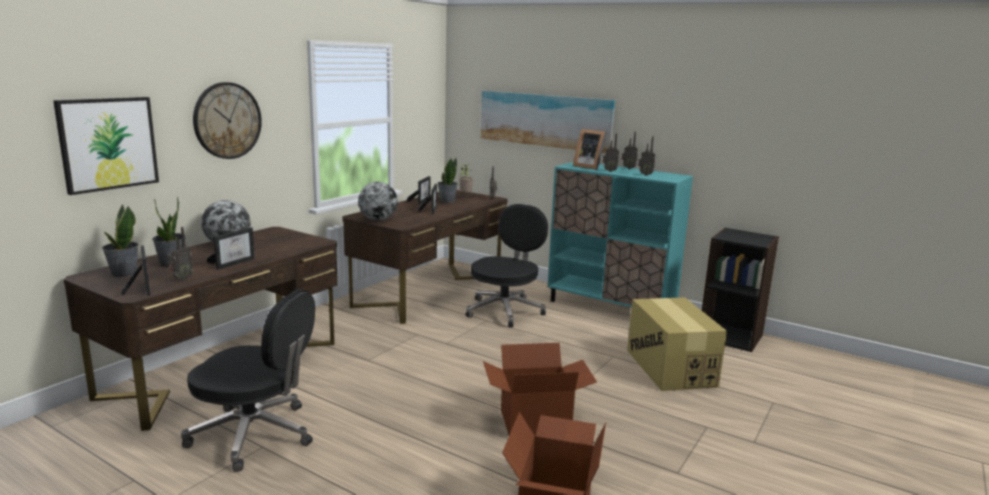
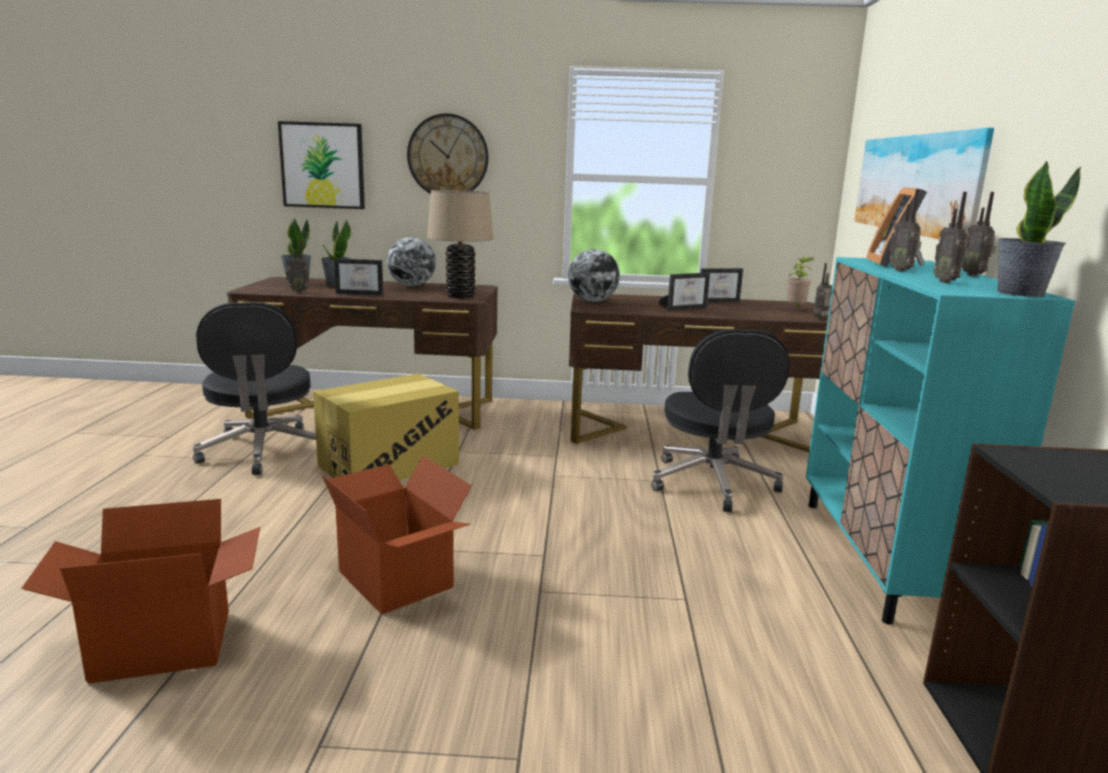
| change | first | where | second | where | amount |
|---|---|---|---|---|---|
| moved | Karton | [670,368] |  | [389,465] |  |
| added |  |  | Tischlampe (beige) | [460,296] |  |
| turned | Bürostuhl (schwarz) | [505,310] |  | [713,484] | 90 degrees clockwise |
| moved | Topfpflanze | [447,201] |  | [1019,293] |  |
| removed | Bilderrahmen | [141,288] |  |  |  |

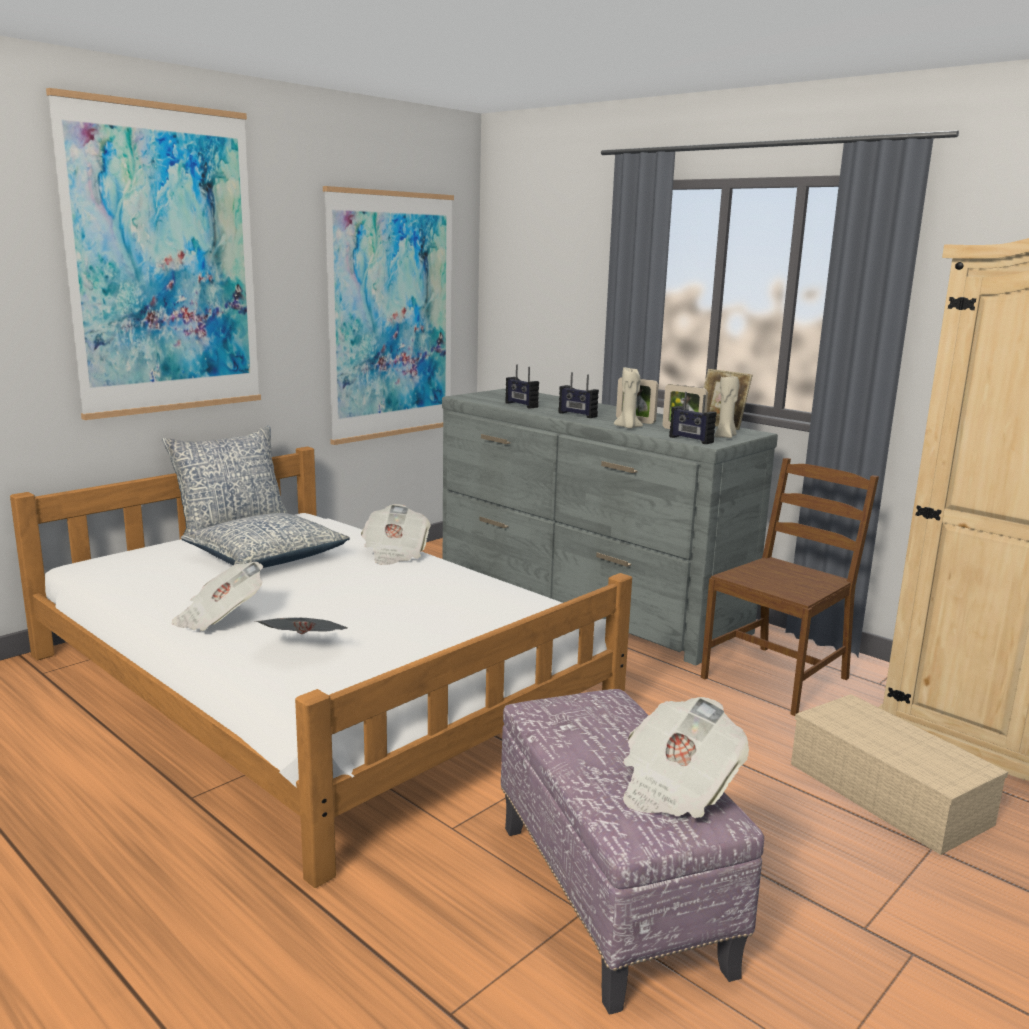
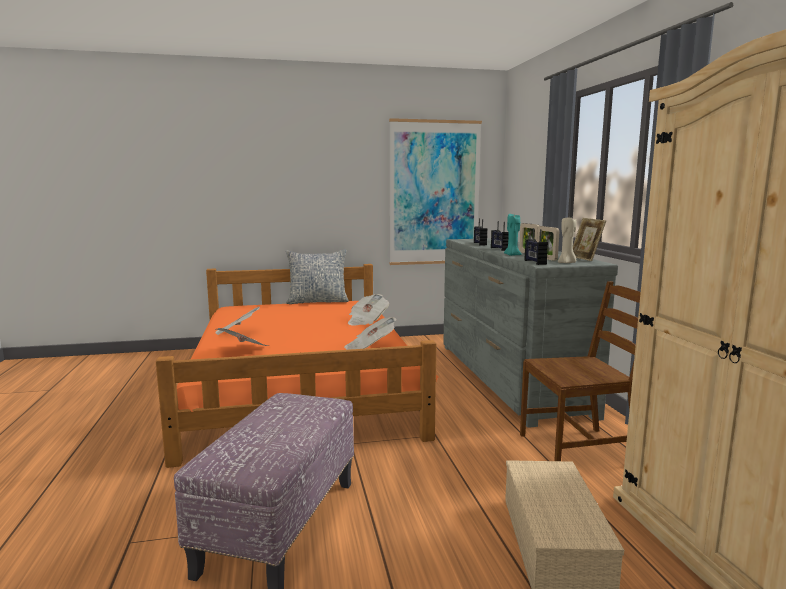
| change | first | where | second | where | amount |
|---|---|---|---|---|---|
| recoloured | Bett (weiß) | [316,685] | Bett (orange) | [300,385] |  |
| moved | Zeitung | [676,787] |  | [370,348] |  |
| recoloured | Kerze (beige) | [628,427] | Kerze (türkis) | [512,255] |  |
| removed | Bild | [164,262] |  |  |  |
| removed | Kissen | [267,558] |  |  |  |

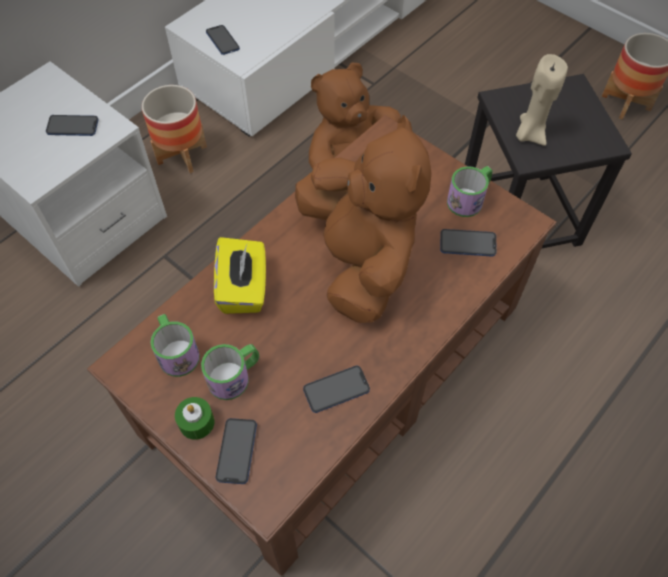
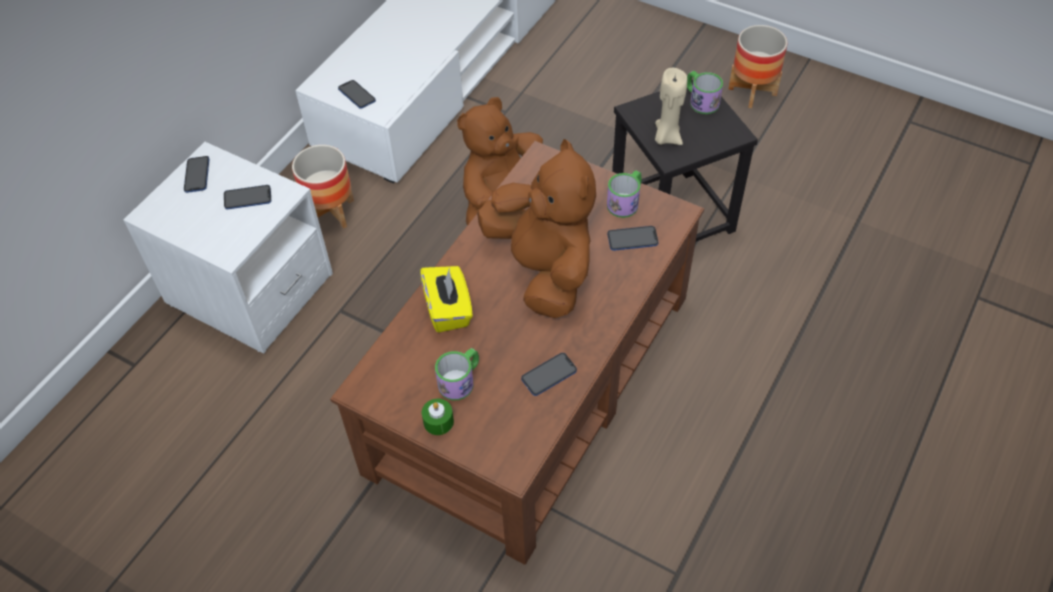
| change | first | where | second | where | amount |
|---|---|---|---|---|---|
| moved | Handy | [236,451] |  | [197,175] |  |
| moved | Henkelbecher | [176,351] |  | [700,100] |  |

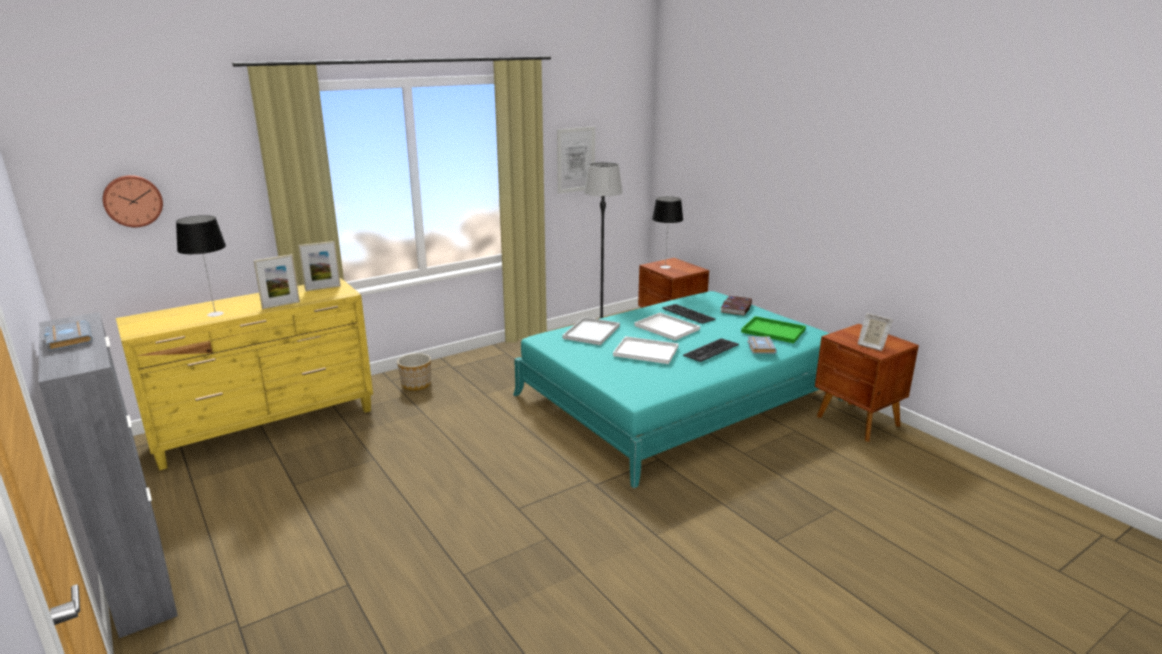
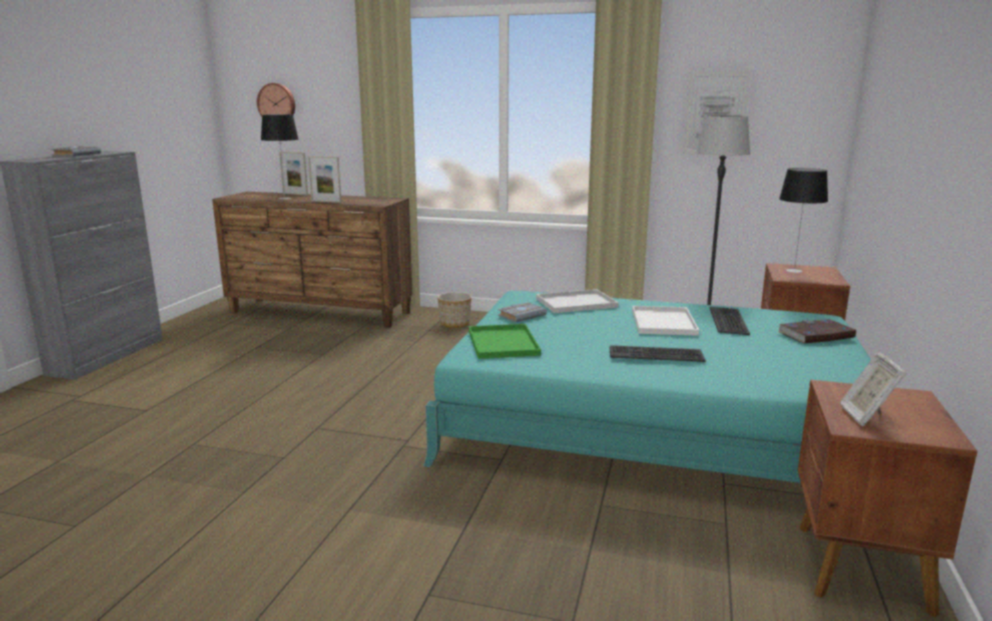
| change | first | where | second | where | amount |
|---|---|---|---|---|---|
| recoloured | Kommode (gelb) | [267,427] | Kommode (braun) | [320,313] |  |
| moved | Bilderrahmen | [323,288] |  | [295,194] |  |
| moved | Tablett (grün) | [774,331] |  | [504,343] |  |
| moved | Buch (grau) | [760,347] |  | [521,315] |  |
| removed | Tablett (weiß) | [644,351] |  |  |  |

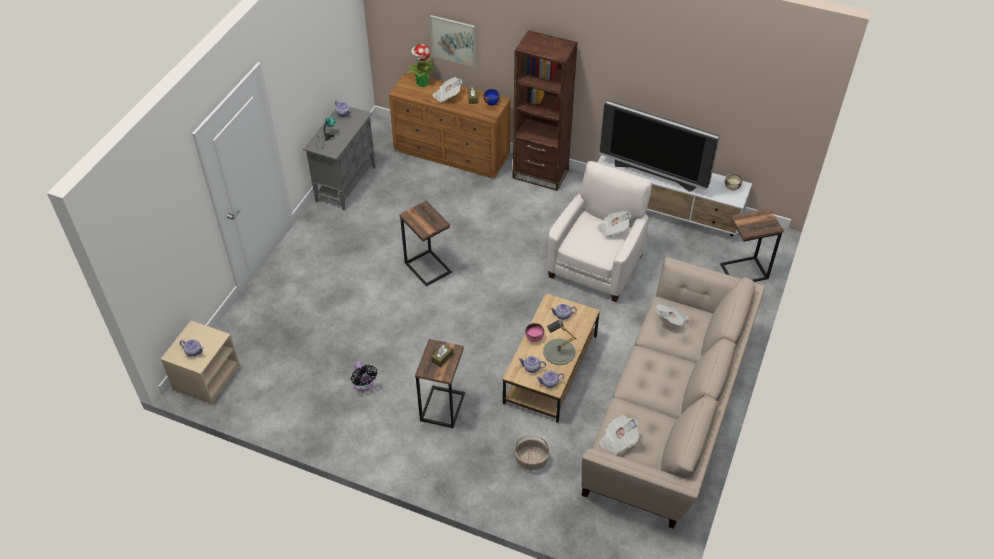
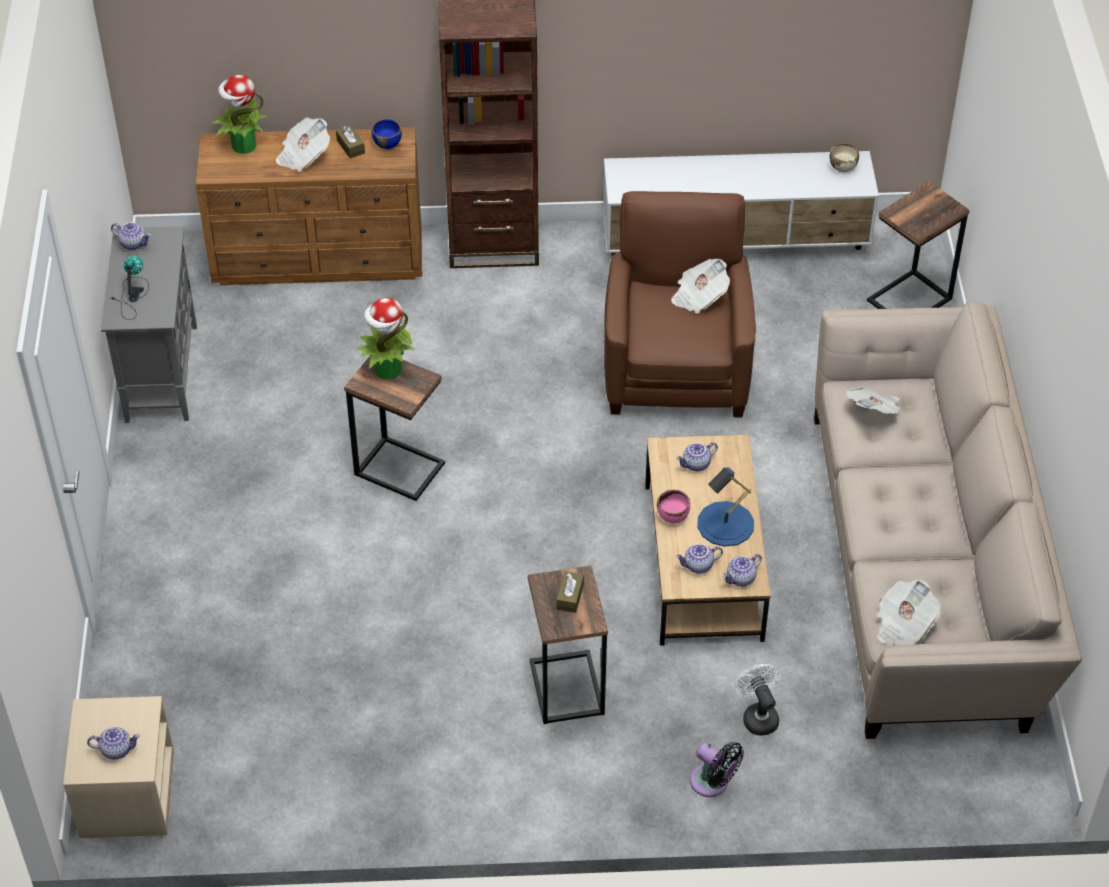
| change | first | where | second | where | amount |
|---|---|---|---|---|---|
| added |  |  | Topfpflanze | [387,370] |  |
| recoloured | Sessel (weiß) | [596,265] | Sessel (braun) | [676,368] |  |
| moved | Ventilator (schwarz) | [364,384] |  | [712,783] |  |
| recoloured | Tischlampe (grau) | [559,352] | Tischlampe (blau) | [725,524] |  |
| replaced | Korb | [531,460] | Ventilator (weiß) | [758,716] |  |
| removed | Bild | [453,40] |  |  |  |
| removed | Fernseher | [655,174] |  |  |  |

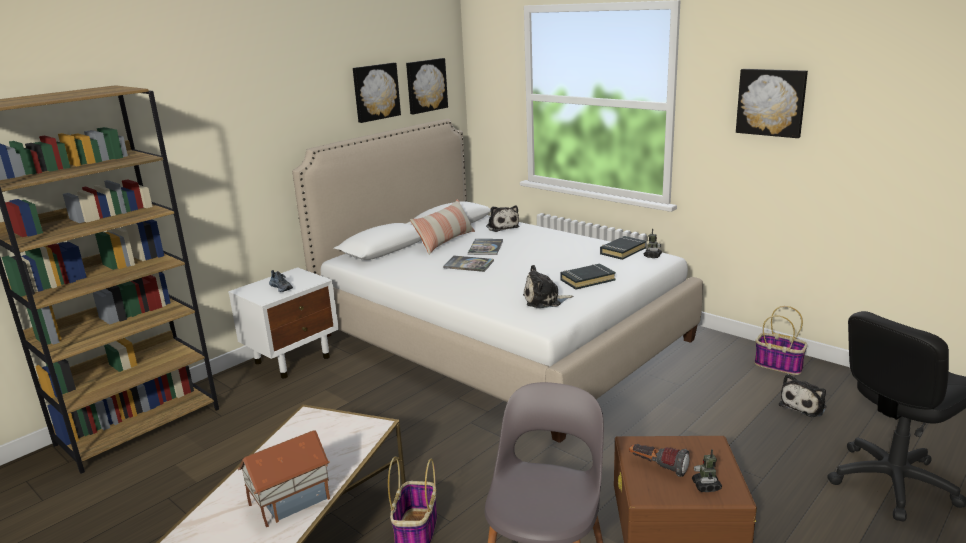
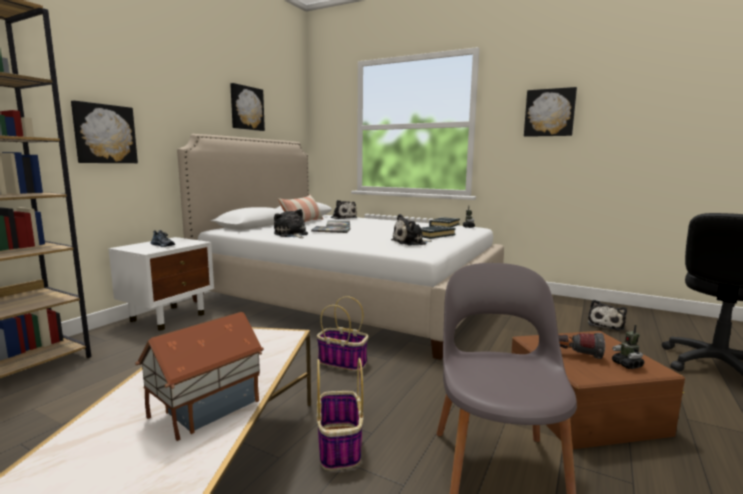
| change | first | where | second | where | amount |
|---|---|---|---|---|---|
| moved | Bild | [425,85] |  | [104,134] |  |
| added |  |  | Plüschtier | [291,235] |  |
| moved | Korb | [779,365] |  | [343,362] |  |

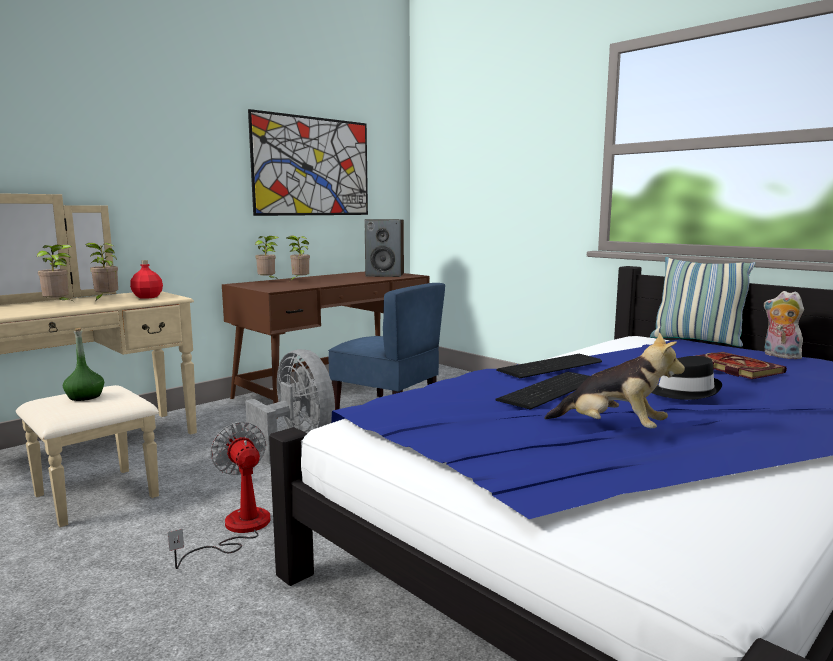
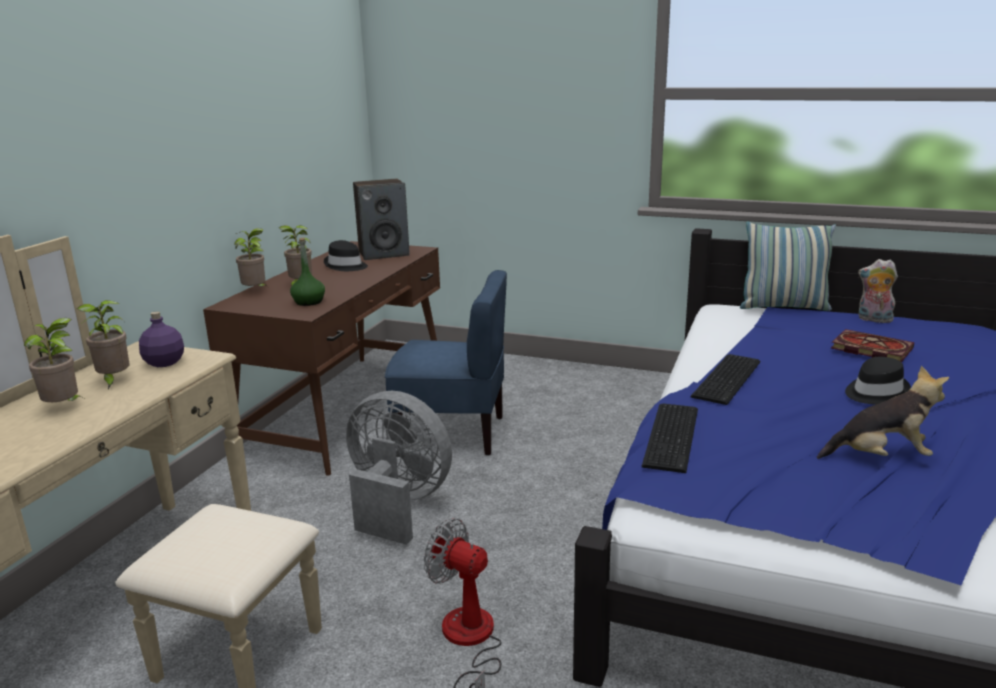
| change | first | where | second | where | amount |
|---|---|---|---|---|---|
| recoloured | Flasche (rot) | [147,297] | Flasche (lila) | [163,363] |  |
| moved | Flasche (grün) | [85,397] |  | [309,302] |  |
| added |  |  | Hut (schwarz) | [346,266] |  |
| moved | Tastatur | [552,390] |  | [674,436] |  |
| removed | Bild | [312,166] |  |  |  |

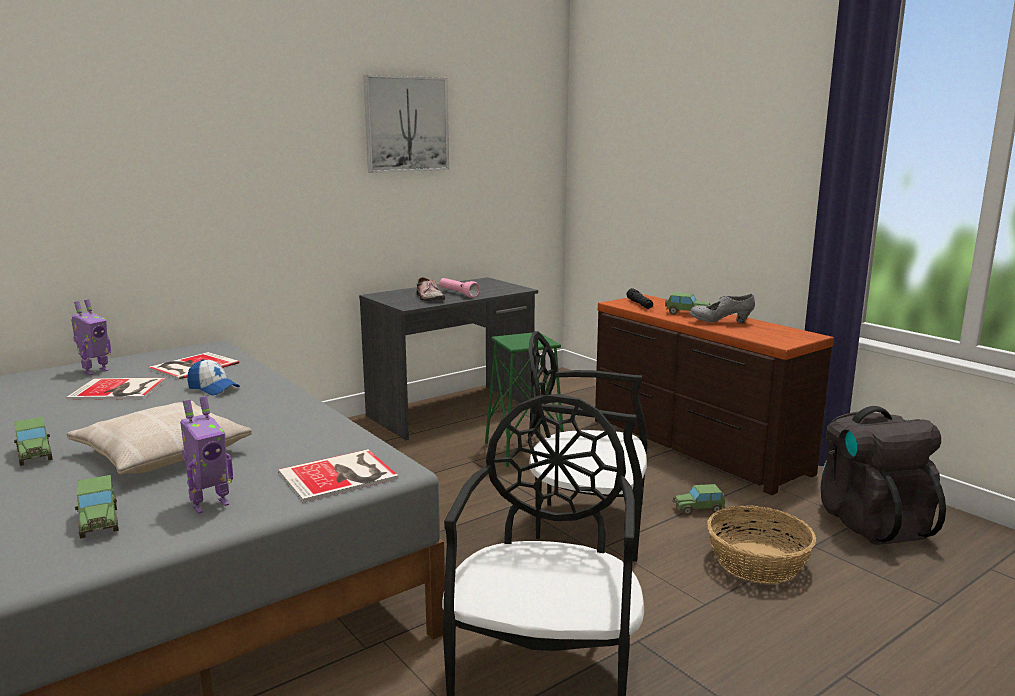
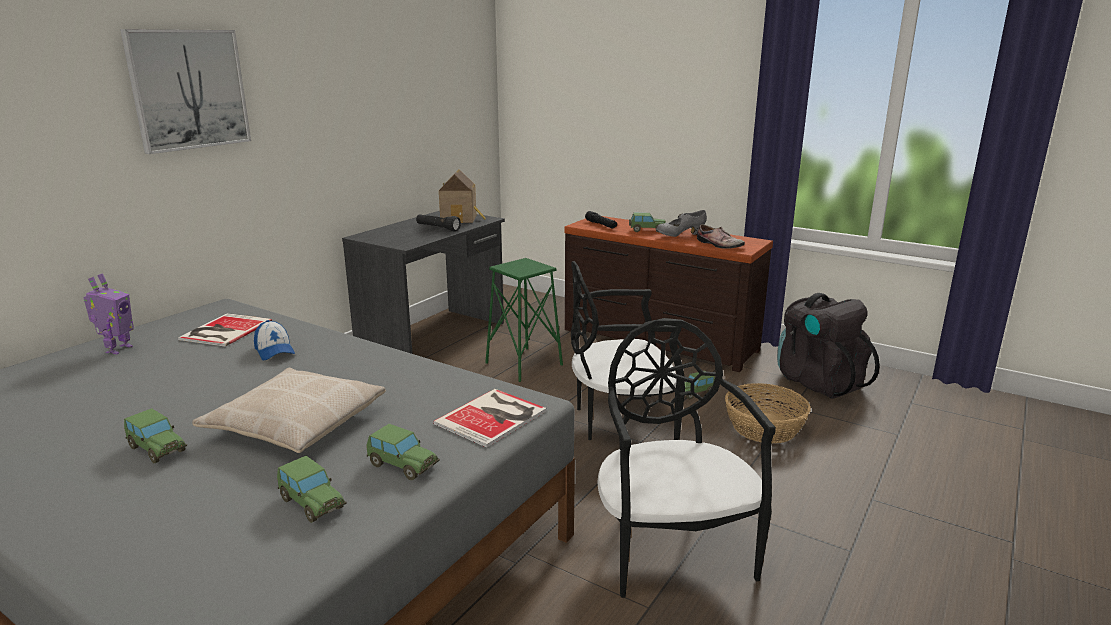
| change | first | where | second | where | amount |
|---|---|---|---|---|---|
| moved | Bild | [406,124] |  | [188,89] |  |
| turned | Kappe | [213,388] |  | [274,351] | 45 degrees clockwise |
| replaced | Spielzeugroboter | [209,504] | Spielzeugauto | [402,465] |  |
| recoloured | Taschenlampe (rosa) | [458,294] | Taschenlampe (schwarz) | [437,228] |  |
| added |  |  | Spielzeughaus | [461,219] |  |
| moved | Schuh | [428,298] |  | [718,245] |  |
| removed | Buch | [119,390] |  |  |  |

